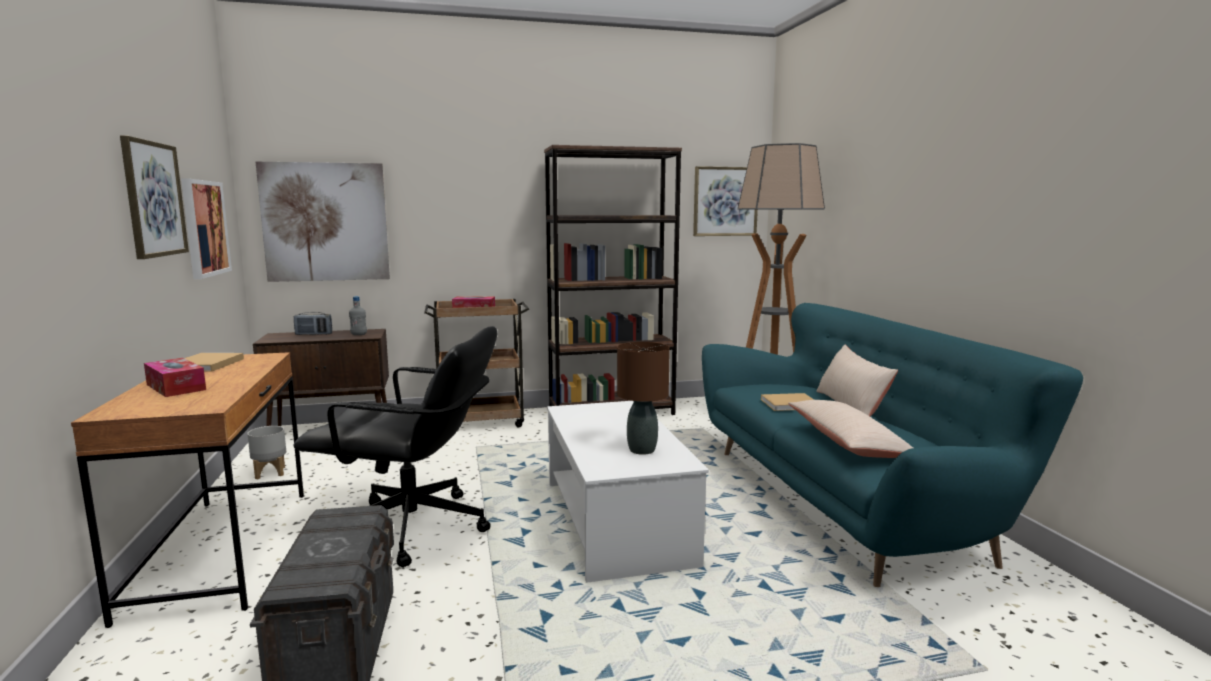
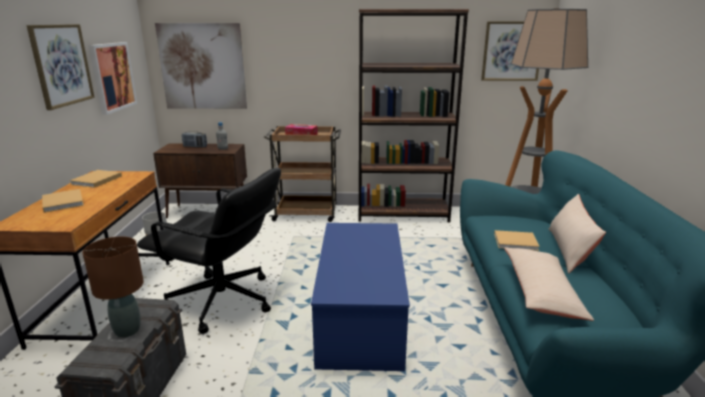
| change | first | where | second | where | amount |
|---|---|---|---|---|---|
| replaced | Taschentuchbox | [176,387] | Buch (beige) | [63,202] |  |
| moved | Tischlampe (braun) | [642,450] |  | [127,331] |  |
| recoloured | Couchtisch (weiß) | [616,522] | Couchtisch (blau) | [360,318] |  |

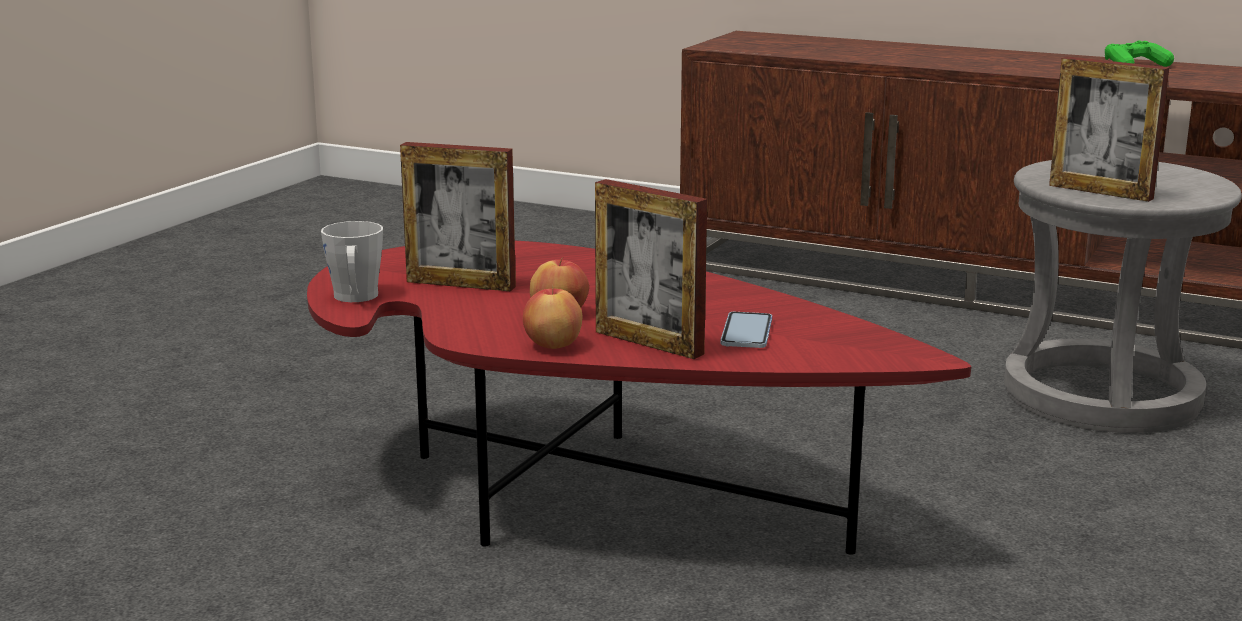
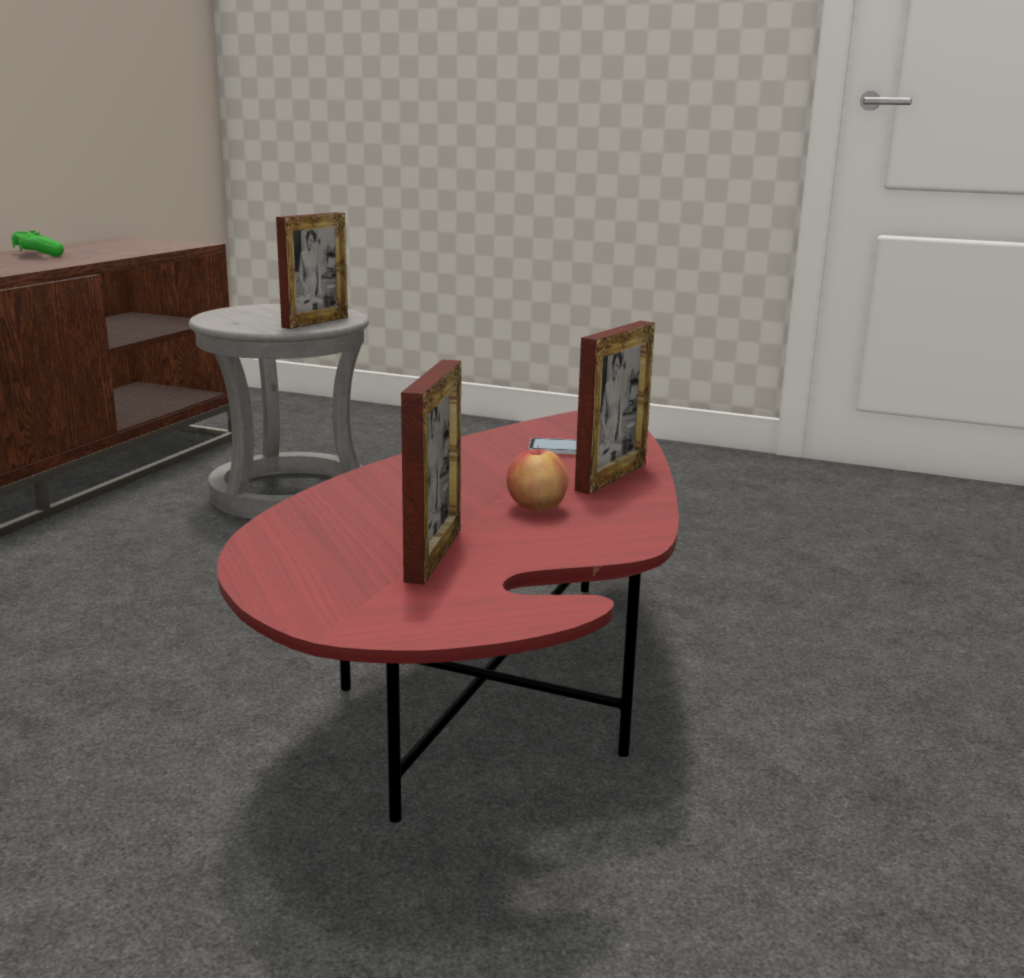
| change | first | where | second | where | amount |
|---|---|---|---|---|---|
| removed | Henkelbecher (grau) | [355,298] |  |  |  |
| removed | Apfel | [553,345] |  |  |  |

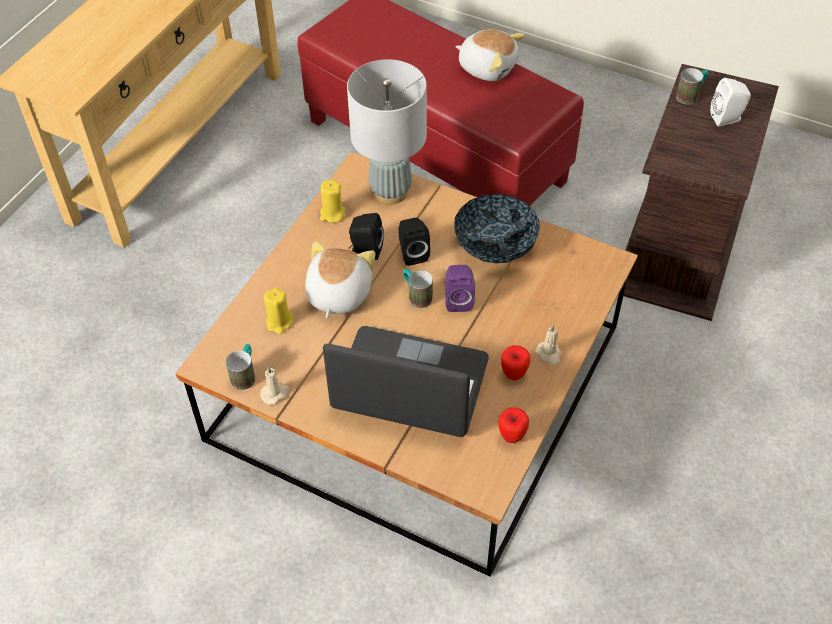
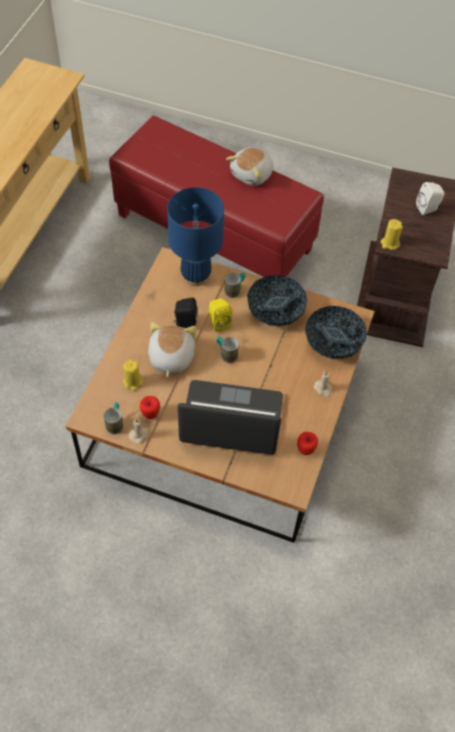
| change | first | where | second | where | amount |
|---|---|---|---|---|---|
| moved | Apfel | [514,373] |  | [150,414] |  |
| recoloured | Tischlampe (grau) | [391,192] | Tischlampe (blau) | [196,276] |  |
| recoloured | Lautsprecher (schwarz) | [412,253] | Lautsprecher (gelb) | [218,322] |  |
| moved | Henkelbecher | [690,95] |  | [235,289] |  |
| turned | Plüschtier | [487,67] |  | [252,174] | 105 degrees clockwise |
| added |  |  | Schüssel | [333,342] |  |
| moved | Kerze (gelb) | [332,214] |  | [389,243] |  |
| removed | Lautsprecher (lila) | [458,300] |  |  |  |

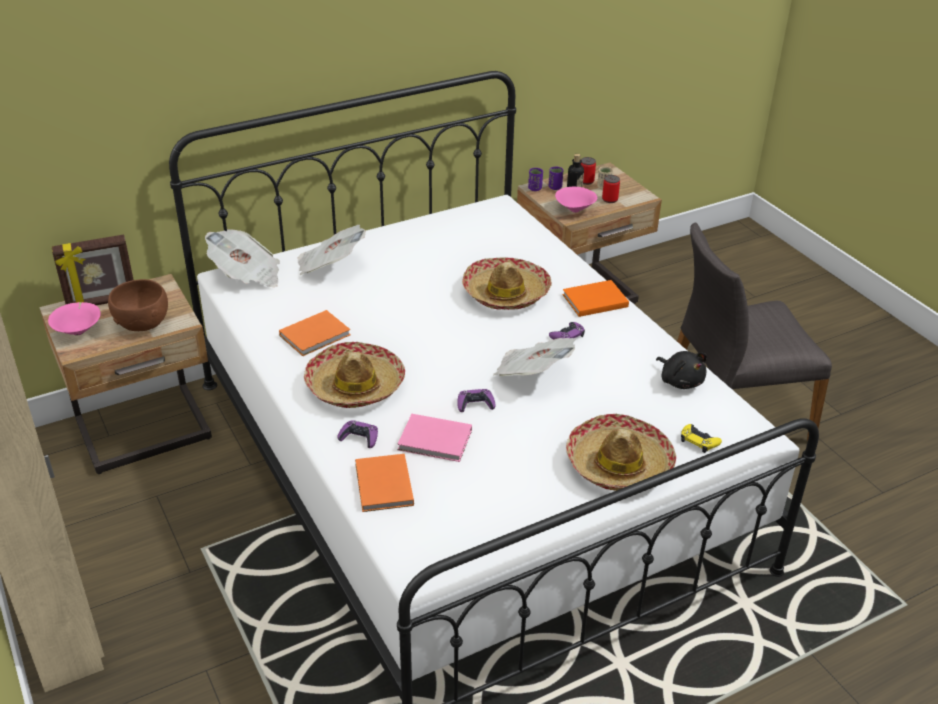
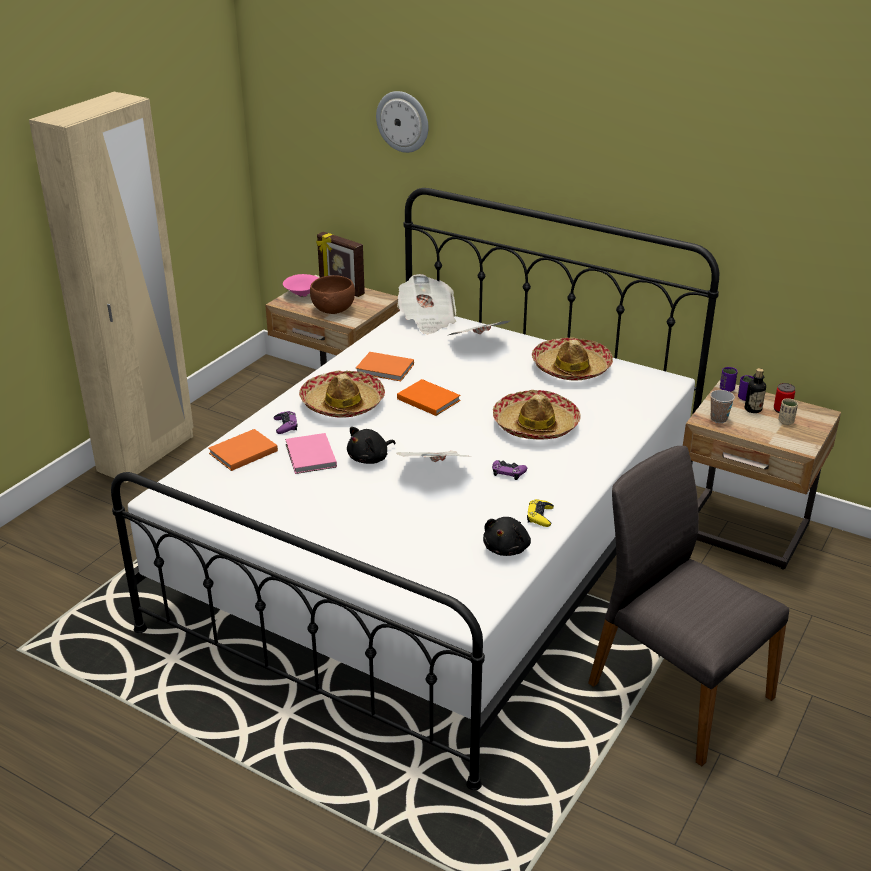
| change | first | where | second | where | amount |
|---|---|---|---|---|---|
| replaced | Gamepad (lila) | [475,404] | Plüschtier (schwarz) | [370,458] |  |
| added |  |  | Wanduhr | [403,121] |  |
| moved | Buch (orange) | [593,300] |  | [428,399] |  |
| moved | Gamepad (gelb) | [699,441] |  | [540,516] |  |
| moved | Hut | [619,464] |  | [571,368] |  |
| replaced | Schüssel (rosa) | [574,210] | Tasse | [718,419] |  |
| removed | Dose | [610,199] |  |  |  |

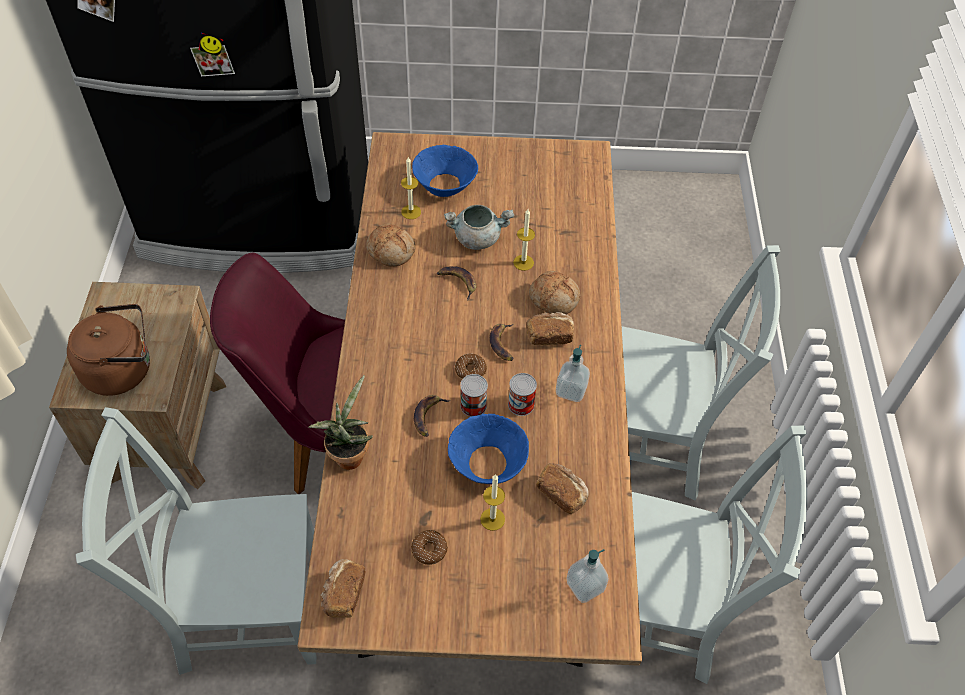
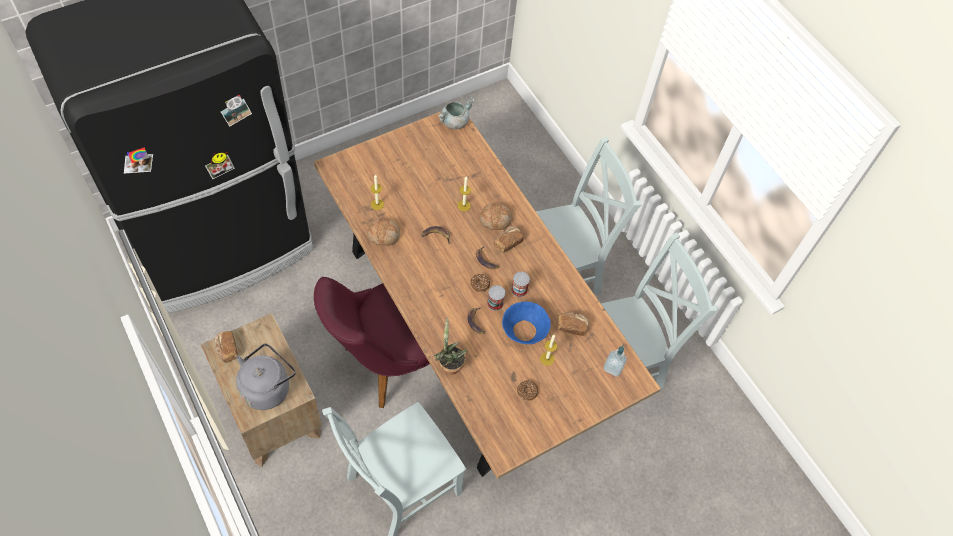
| change | first | where | second | where | amount |
|---|---|---|---|---|---|
| moved | Brot | [343,594] |  | [227,350] |  |
| recoloured | Wasserkessel (braun) | [123,369] | Wasserkessel (grau) | [268,387] |  |
| moved | Kochtopf (grau) | [478,238] |  | [454,121] |  |
| removed | Schüssel (blau) | [445,185] |  |  |  |
| removed | Seifenspender | [571,390] |  |  |  |

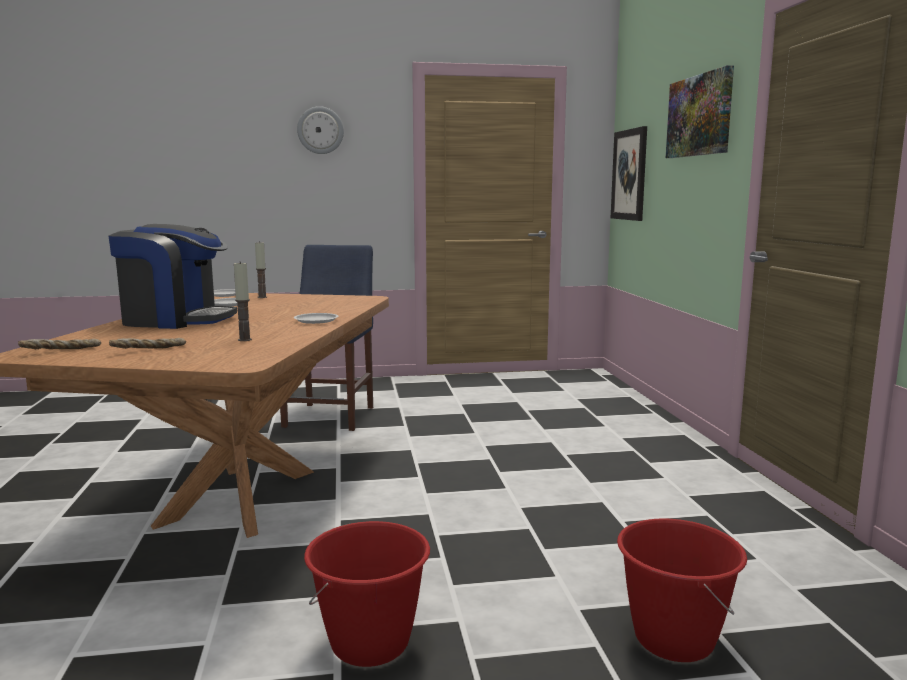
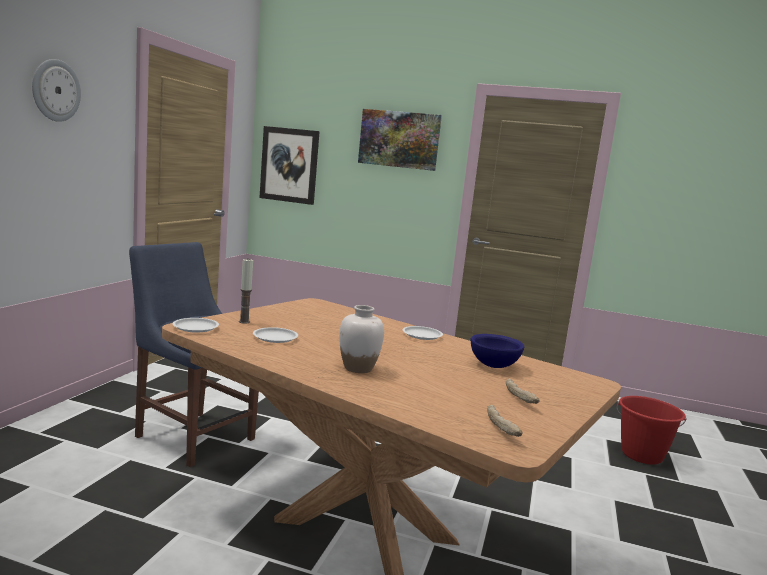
| change | first | where | second | where | amount |
|---|---|---|---|---|---|
| replaced | Kaffeemaschine | [176,320] | Vase (weiß) | [358,368] |  |
| replaced | Kerze | [245,340] | Schüssel (blau) | [493,366] |  |
| removed | Eimer (rot) | [370,643] |  |  |  |

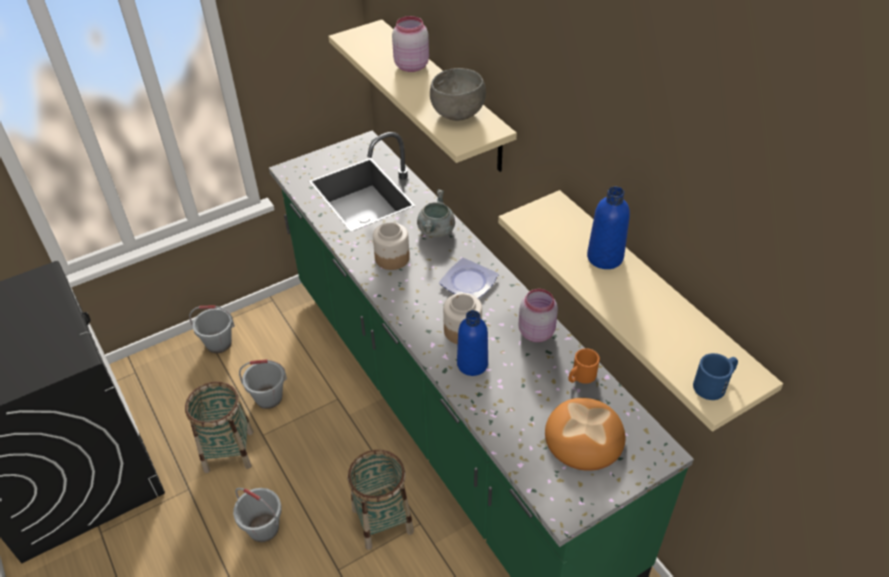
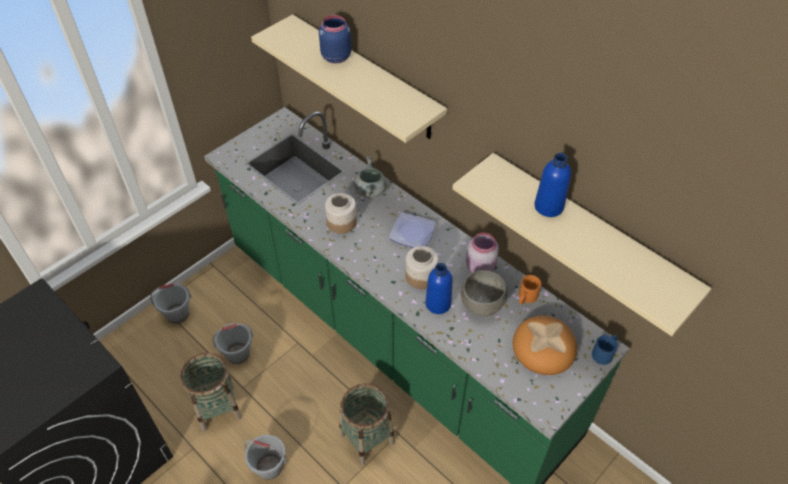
| change | first | where | second | where | amount |
|---|---|---|---|---|---|
| recoloured | Vorratsglas (rosa) | [411,65] | Vorratsglas (blau) | [335,57] |  |
| moved | Schüssel (grau) | [457,113] |  | [481,304] |  |
| moved | Henkelbecher (blau) | [714,384] |  | [604,352] |  |

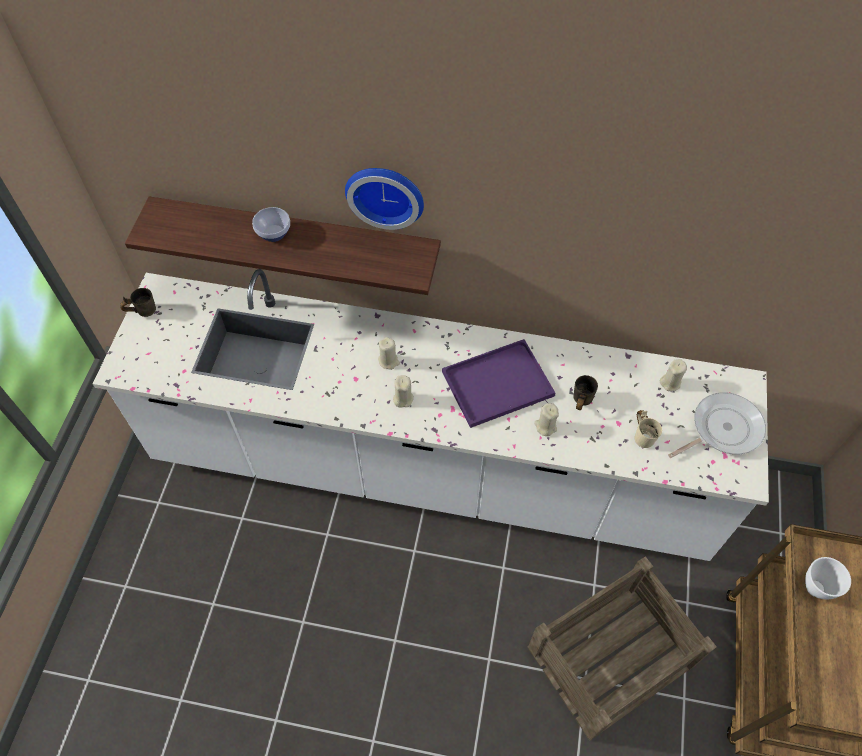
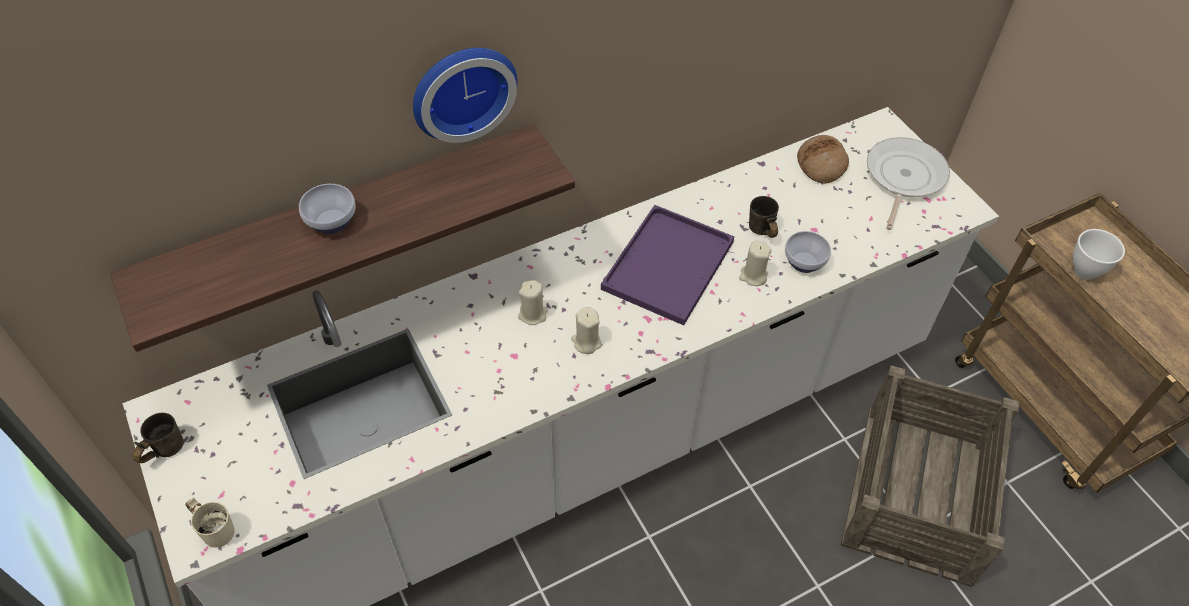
| change | first | where | second | where | amount |
|---|---|---|---|---|---|
| moved | Henkelbecher (beige) | [644,435] |  | [218,527] |  |
| added |  |  | Schüssel | [803,261] |  |
| replaced | Kerze (beige) | [670,382] | Brot | [821,164] |  |

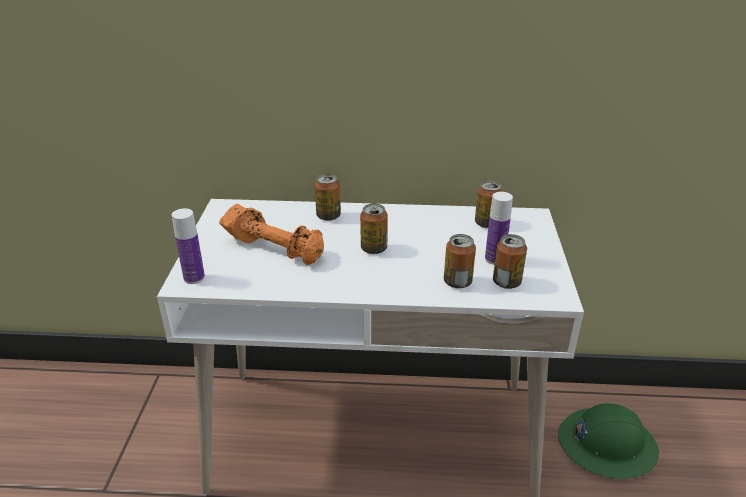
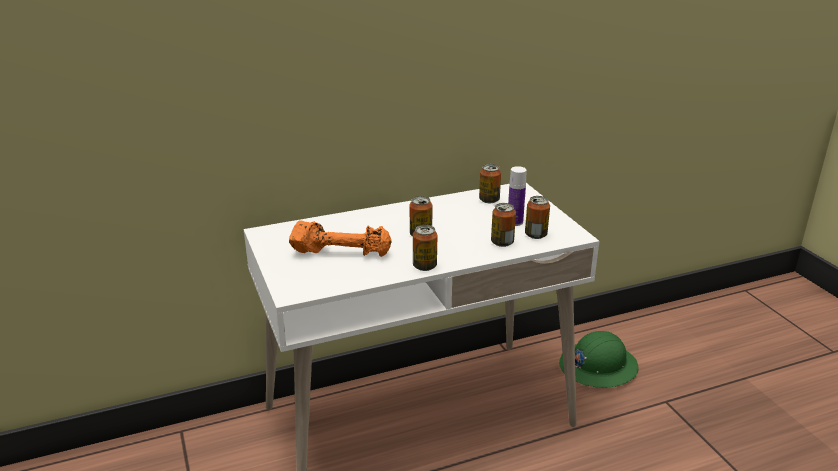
| change | first | where | second | where | amount |
|---|---|---|---|---|---|
| moved | Dose | [328,216] |  | [424,266] |  |
| removed | Flasche | [194,278] |  |  |  |

